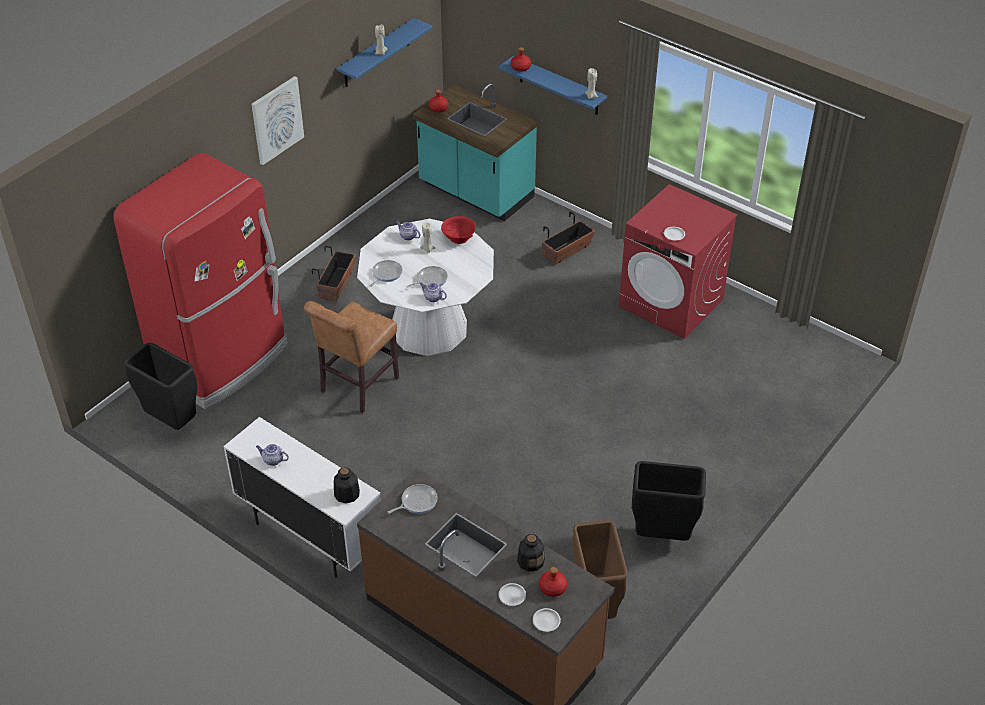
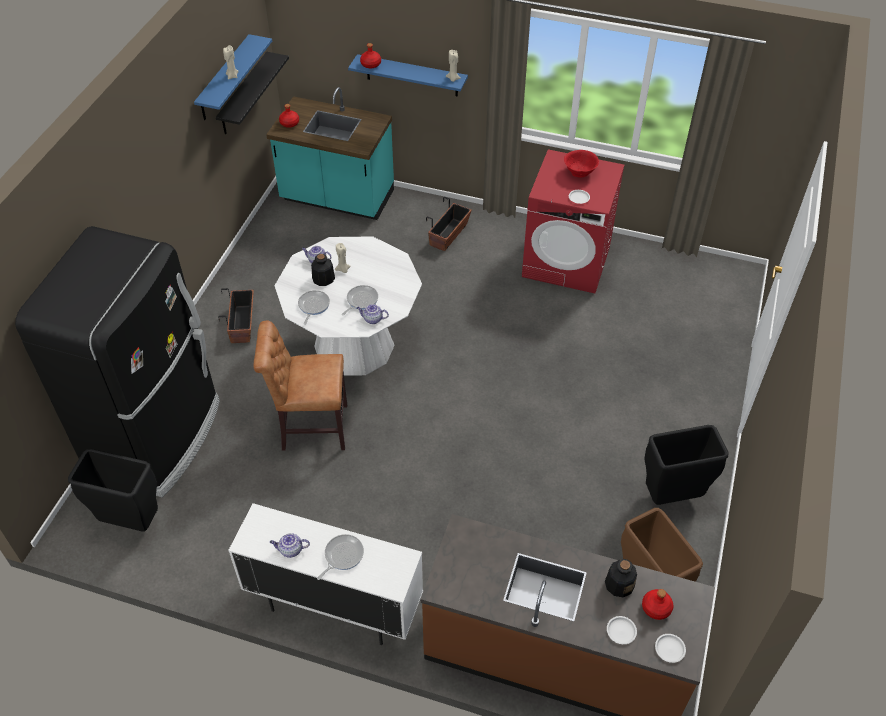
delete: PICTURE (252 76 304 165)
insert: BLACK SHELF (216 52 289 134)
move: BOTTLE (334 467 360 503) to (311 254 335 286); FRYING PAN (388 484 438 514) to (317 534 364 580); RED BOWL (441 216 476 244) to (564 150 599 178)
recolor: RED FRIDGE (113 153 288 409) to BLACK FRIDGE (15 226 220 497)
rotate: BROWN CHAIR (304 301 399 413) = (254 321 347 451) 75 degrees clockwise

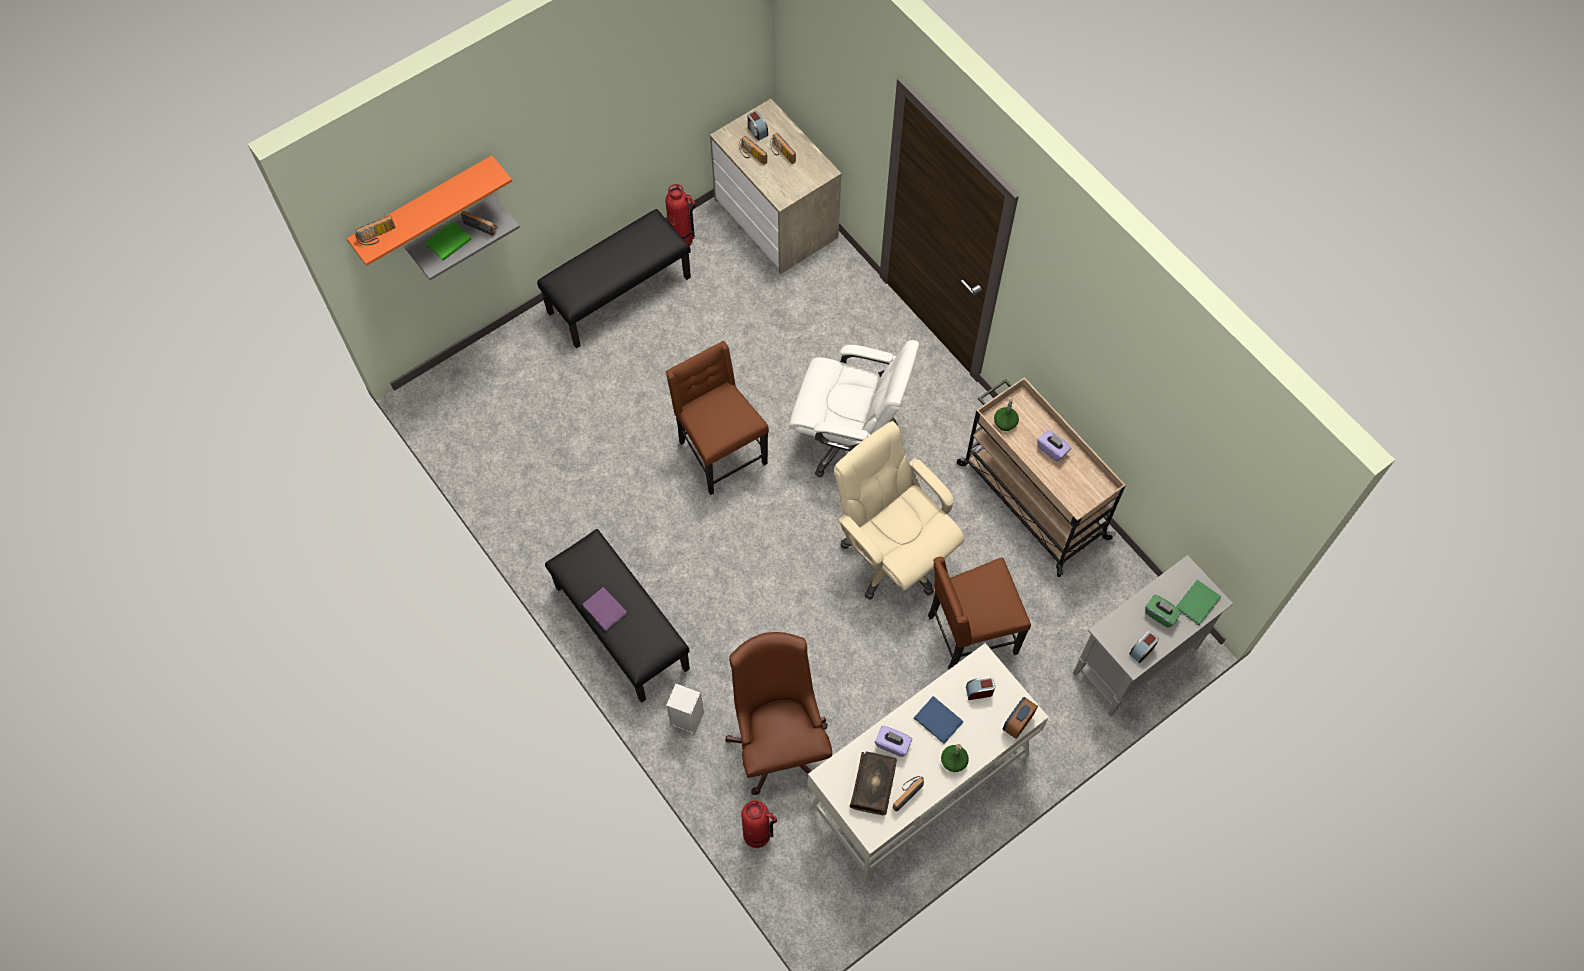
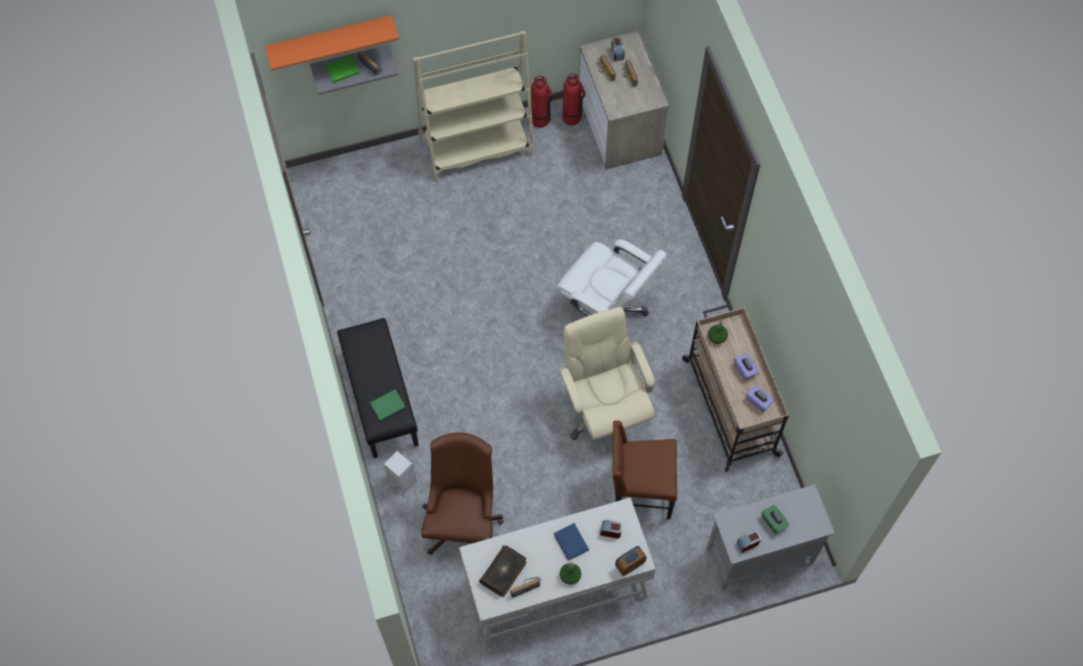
delete: RADIO (355 216 395 245); PURPLE BOOK (582 587 627 631); BROWN CHAIR (666 341 769 495)
move: FIRE EXTINGUISHER (741 800 777 848) to (562 73 585 126); PURPLE TISSUE BOX (875 726 912 757) to (746 386 774 412); GREEN BOOK (1176 579 1221 625) to (370 389 406 421)
replace: BLACK BENCH (537 209 691 348) to BEIGE BOOKCASE (413 31 535 181)

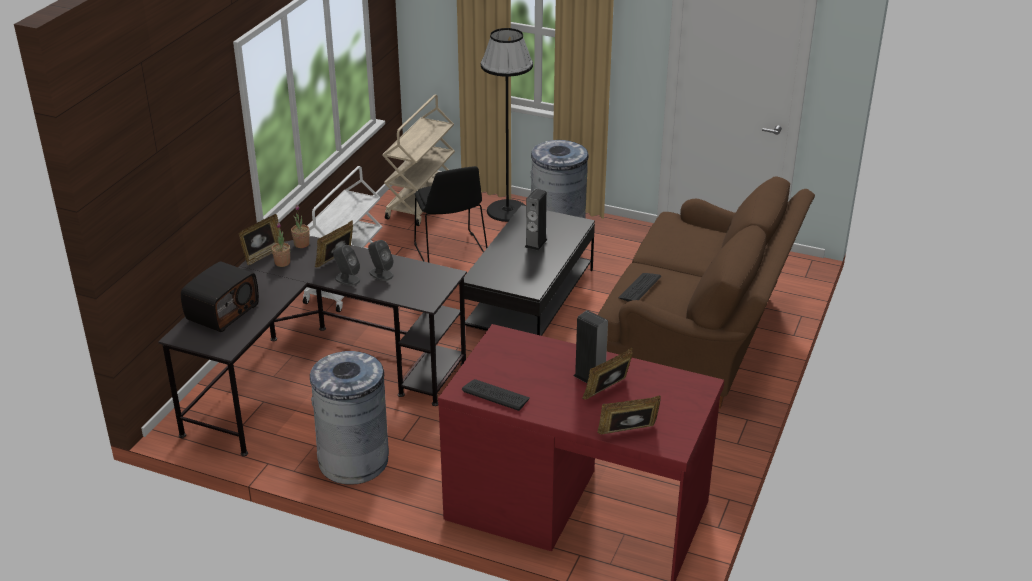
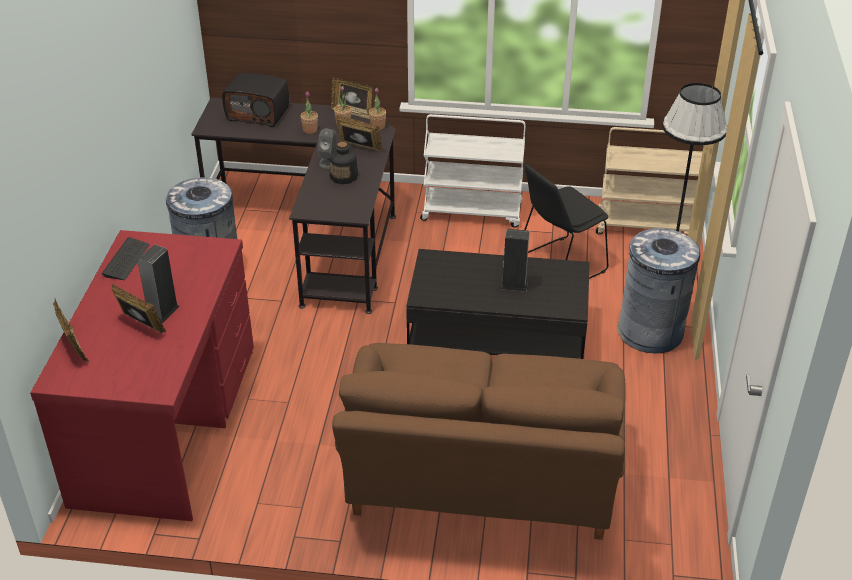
delete: KEYBOARD (618 273 661 302)
insert: POTTED PLANT (300 92 318 134)
replace: GREY SPEAKER (368 240 394 281) to BOTTLE (330 142 358 184)

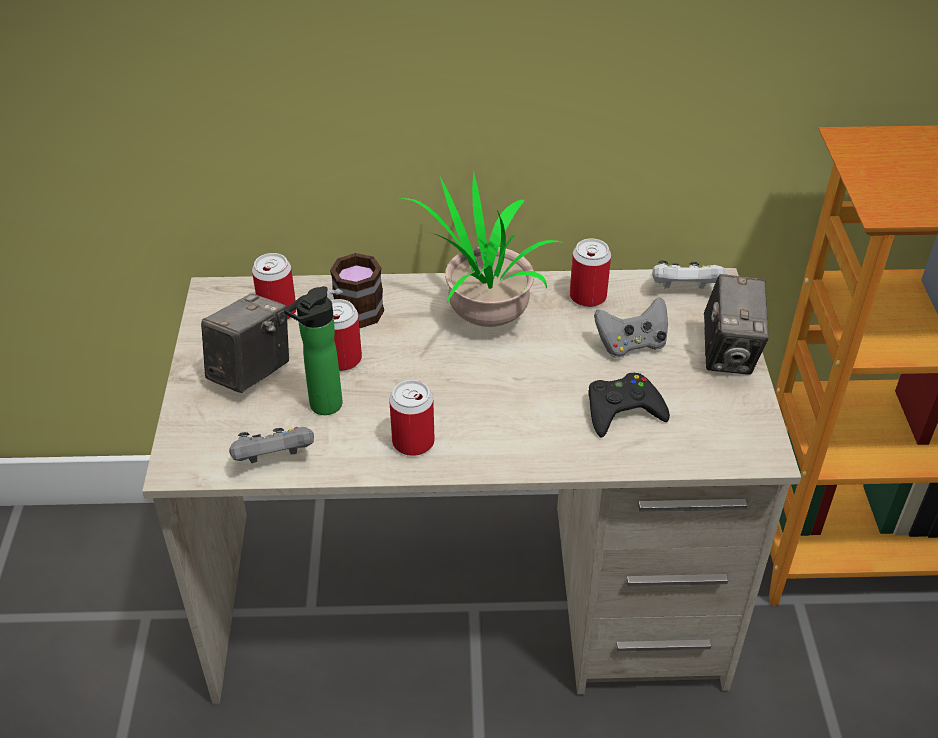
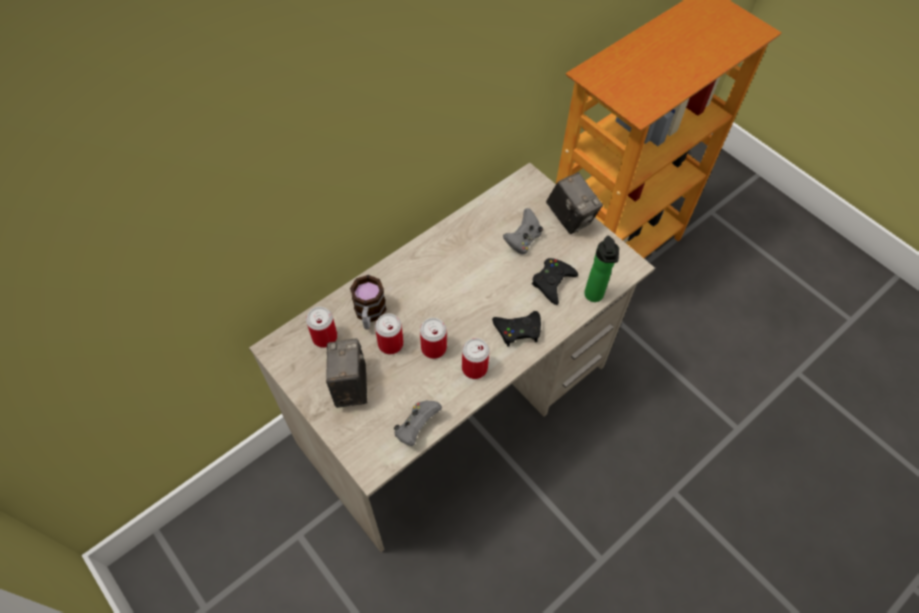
delete: POTTED PLANT (401 170 560 327); WHITE GAME CONTROLLER (652 261 725 288)
insert: BLACK GAME CONTROLLER (492 311 541 347)
move: BOTTLE (284 286 342 415) to (584 236 619 302); CAN (570 238 611 307) to (420 318 447 359)

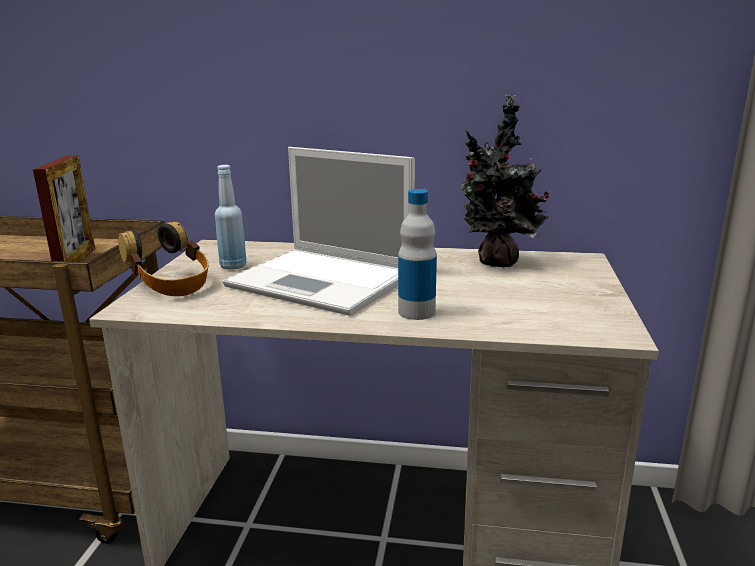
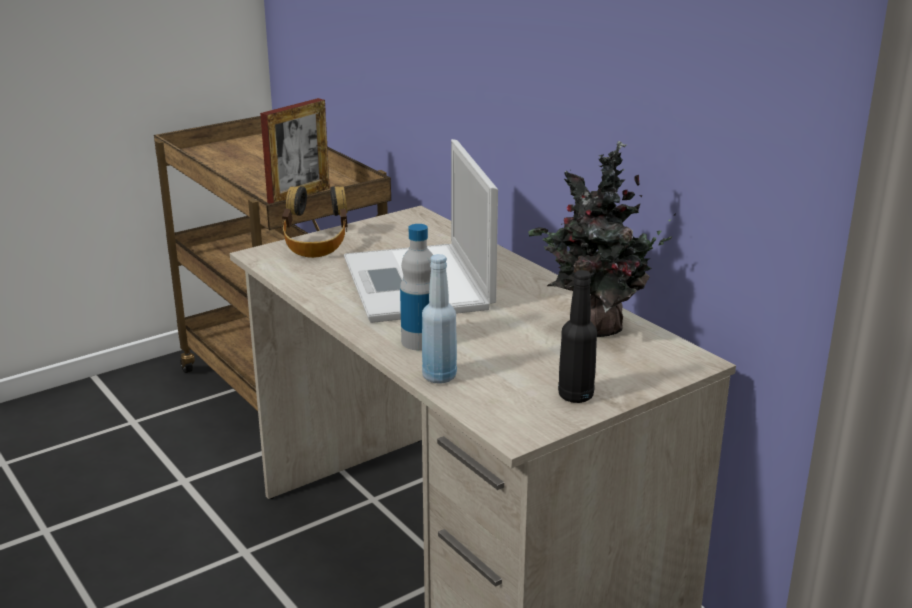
insert: BLACK BOTTLE (558 270 597 403)
move: BLUE BOTTLE (215 165 247 270) to (422 254 457 383)

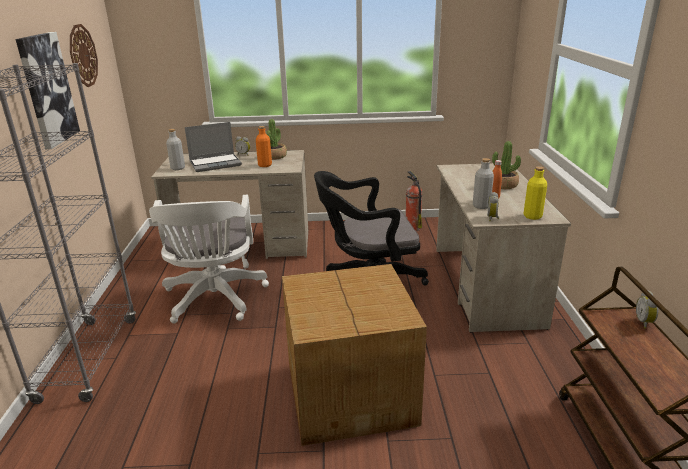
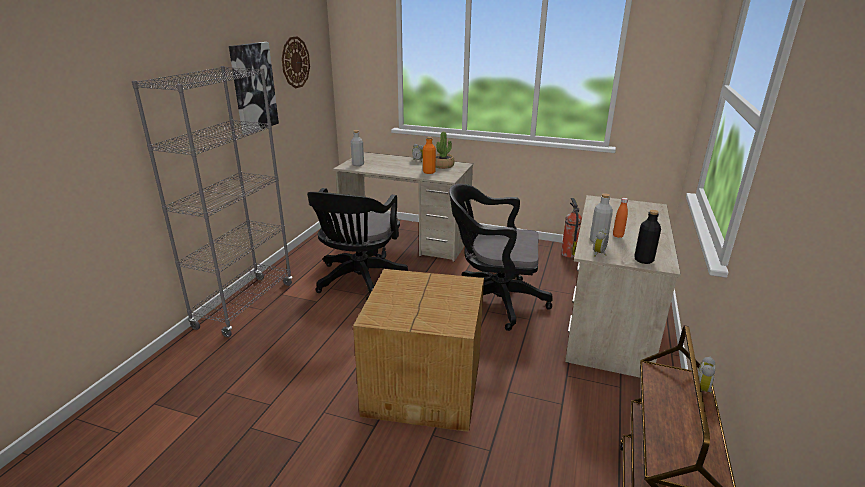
delete: LAPTOP (185 122 242 172); POTTED PLANT (492 141 521 189)
recolor: WHITE OFFICE CHAIR (149 195 269 324) to BLACK OFFICE CHAIR (307 188 408 301); YELLOW BOTTLE (523 166 547 220) to BLACK BOTTLE (634 210 661 264)

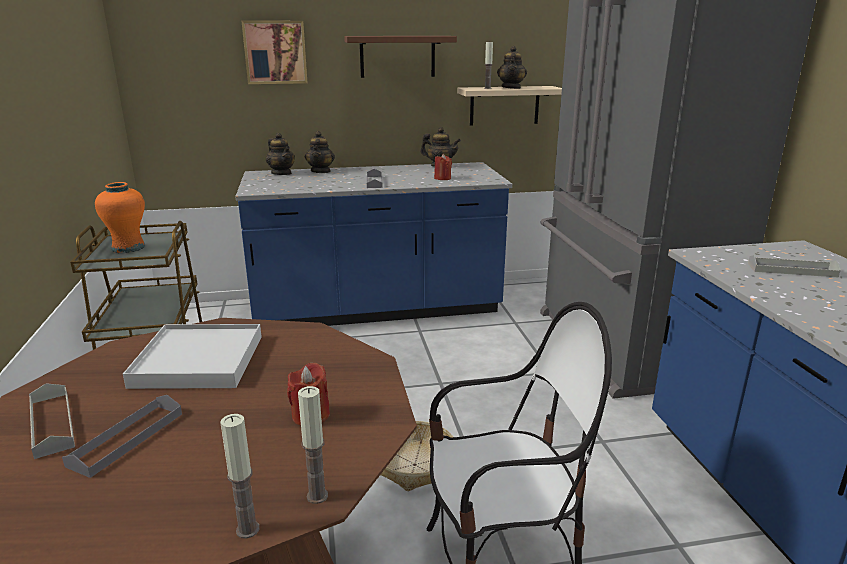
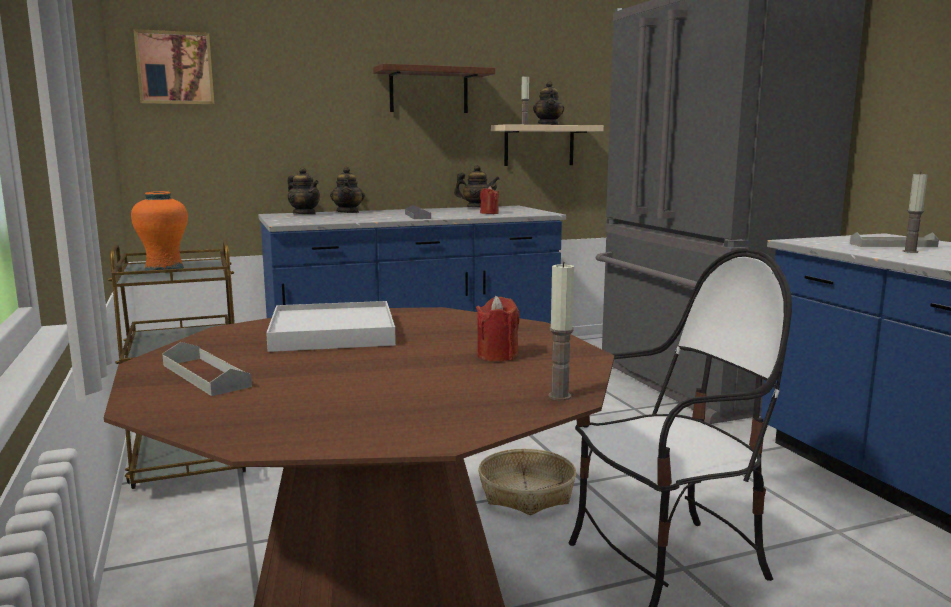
delete: GREY TRAY (62 395 182 478)
move: CANDLE (220 414 259 539) to (903 172 928 253); PICTURE (242 21 307 84) to (133 29 214 105)

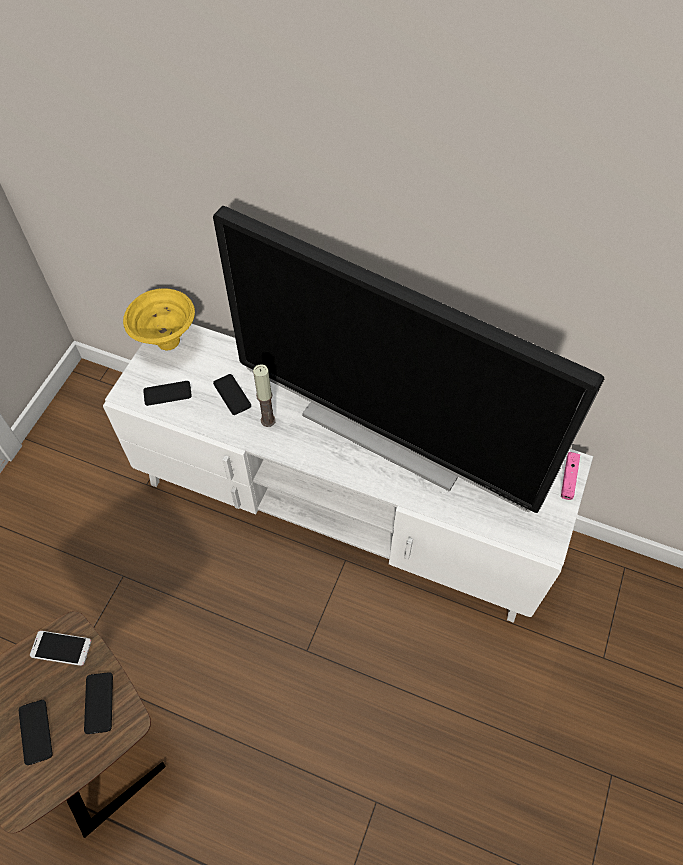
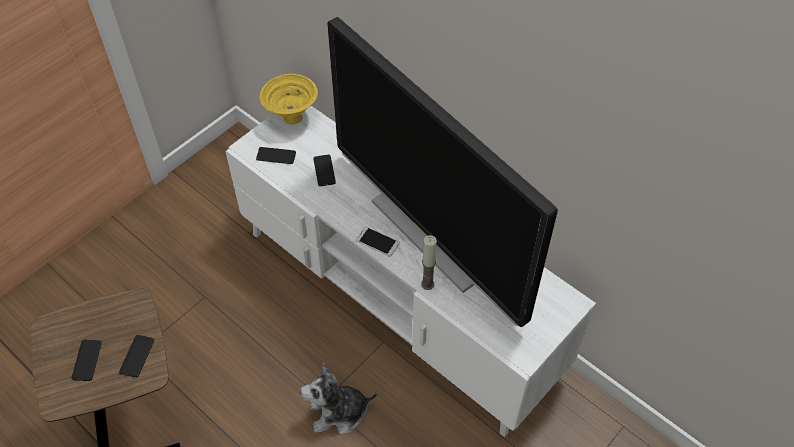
delete: PINK GAME CONTROLLER (561 452 580 500)
insert: PLUSH TOY (300 362 377 434)
move: PHONE (30 631 92 666) to (356 227 400 257); CANDLE (253 364 276 427) to (421 235 437 290)

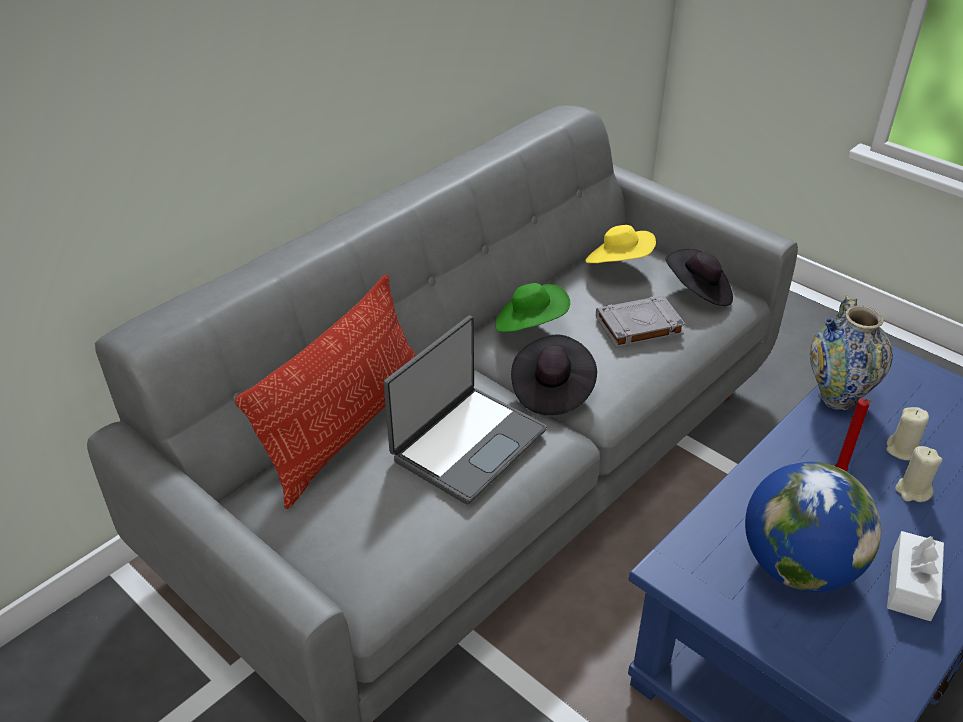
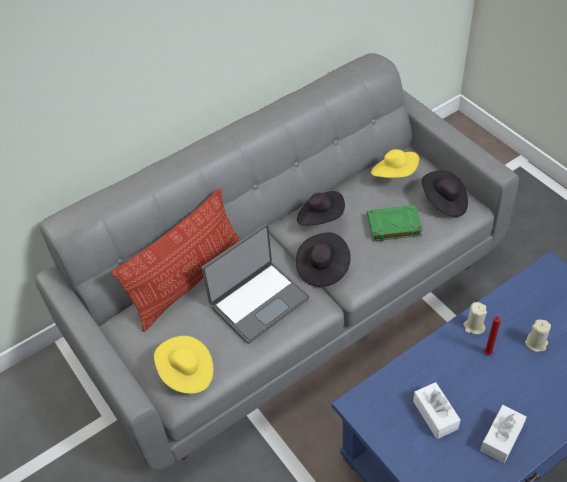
delete: VASE (810 295 893 410)
insert: YELLOW HAT (154 336 213 394)
move: BEIGE CANDLE (895 446 942 502) to (463 302 487 335)
replace: GLOBE (745 462 881 592) to WHITE TISSUE BOX (413 382 461 439)
recolor: GREEN HAT (495 283 570 332) to BLACK HAT (297 191 345 226); GREY BOOK (596 295 685 348) to GREEN BOOK (367 205 423 241)

